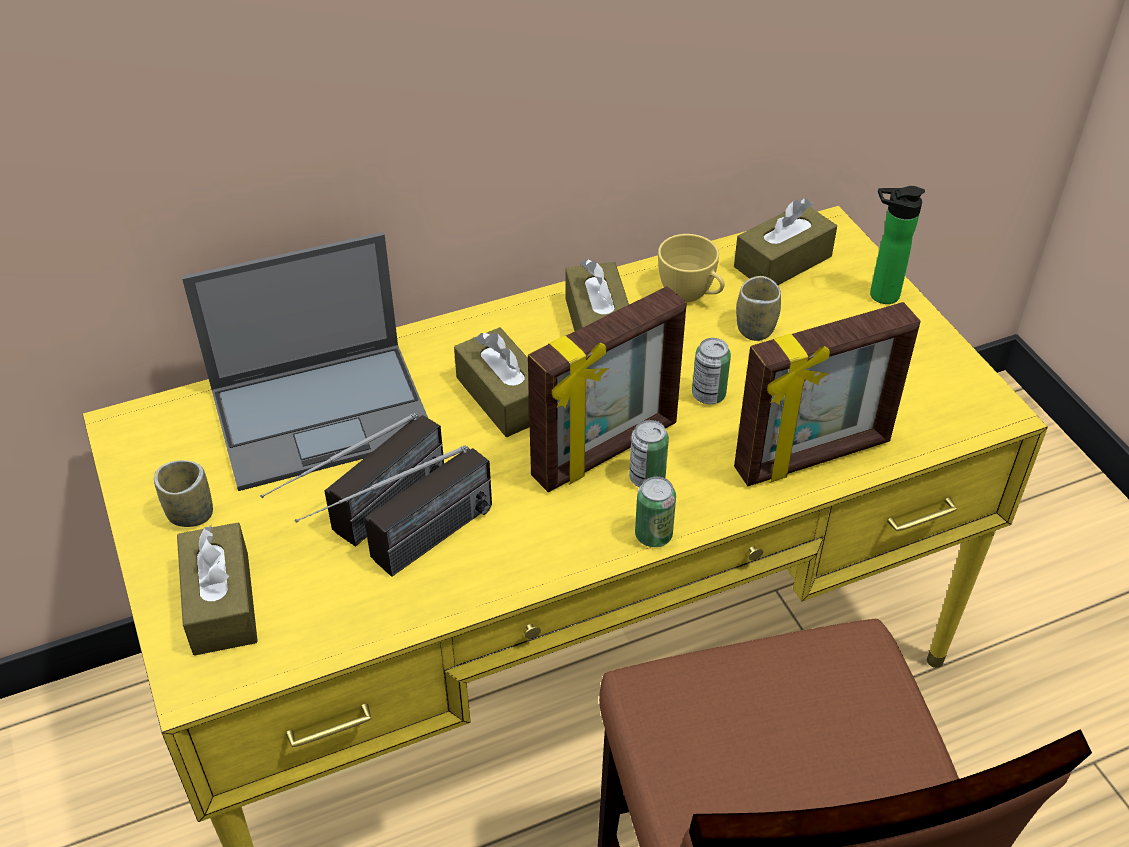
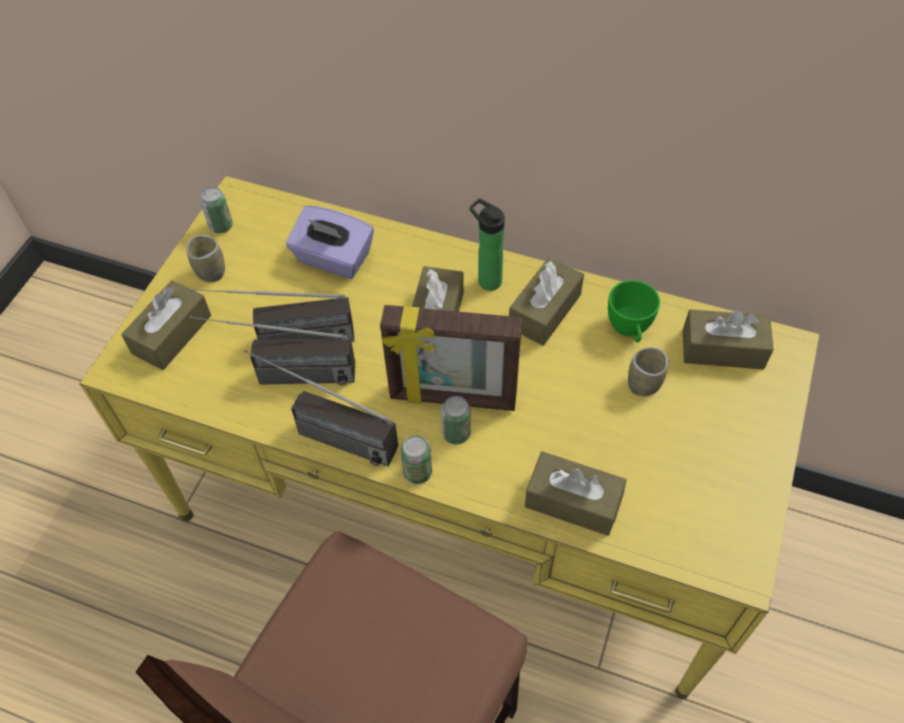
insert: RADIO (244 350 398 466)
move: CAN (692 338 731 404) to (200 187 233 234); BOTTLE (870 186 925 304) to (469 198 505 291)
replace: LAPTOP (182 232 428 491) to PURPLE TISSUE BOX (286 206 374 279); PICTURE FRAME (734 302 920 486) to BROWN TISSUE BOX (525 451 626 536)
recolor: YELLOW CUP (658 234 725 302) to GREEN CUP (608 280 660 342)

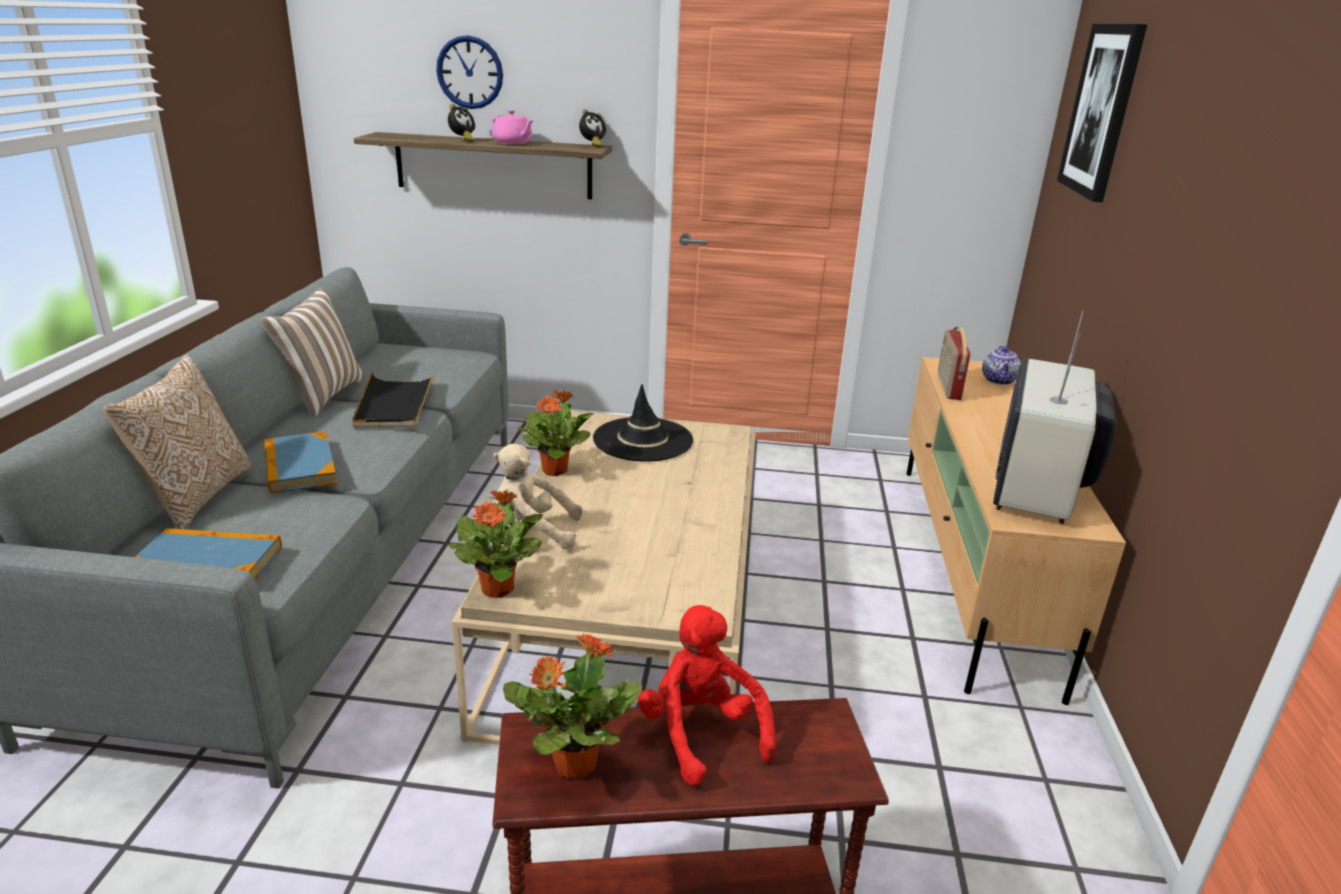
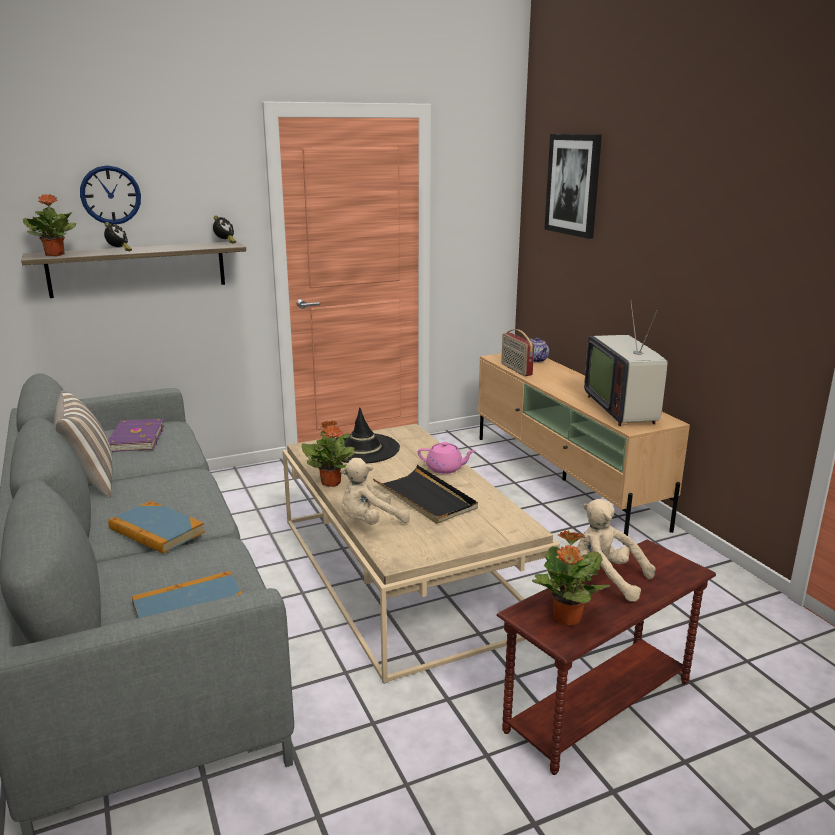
delete: PILLOW (103 355 252 529)
insert: PURPLE BOOK (108 419 164 452)
move: BLACK TRAY (352 372 436 428) to (373 465 478 524); POTTED PLANT (449 491 544 598) to (23 194 76 256); PINK TEAPOT (492 110 534 144) to (418 442 476 474)
recolor: RED PLUSH TOY (638 605 776 785) to BEIGE PLUSH TOY (577 499 655 602)

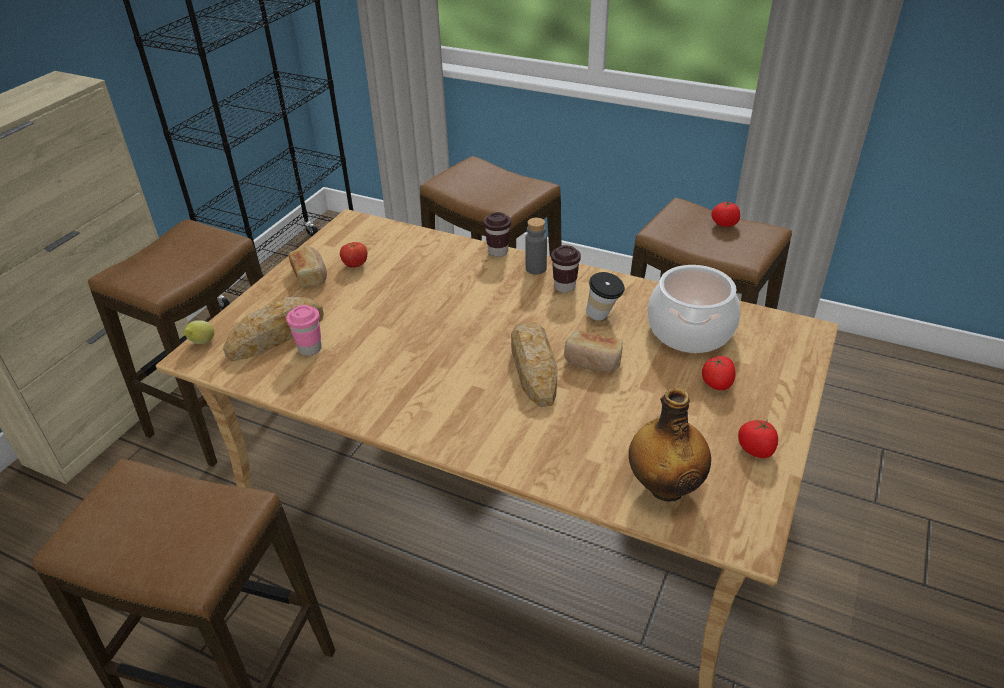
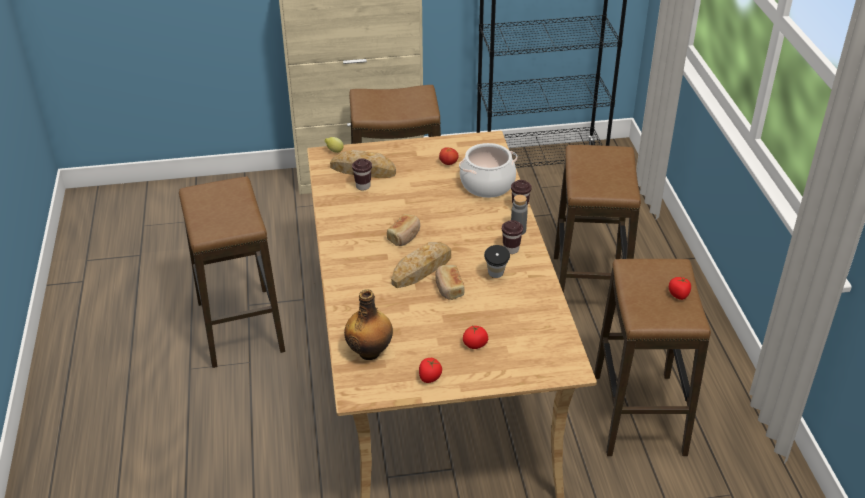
move: BREAD (289 246 327 287) to (387 214 420 246); COOKING POT (648 265 740 353) to (459 143 517 198)
recolor: PINK CUP (286 305 322 356) to BROWN CUP (352 159 372 190)

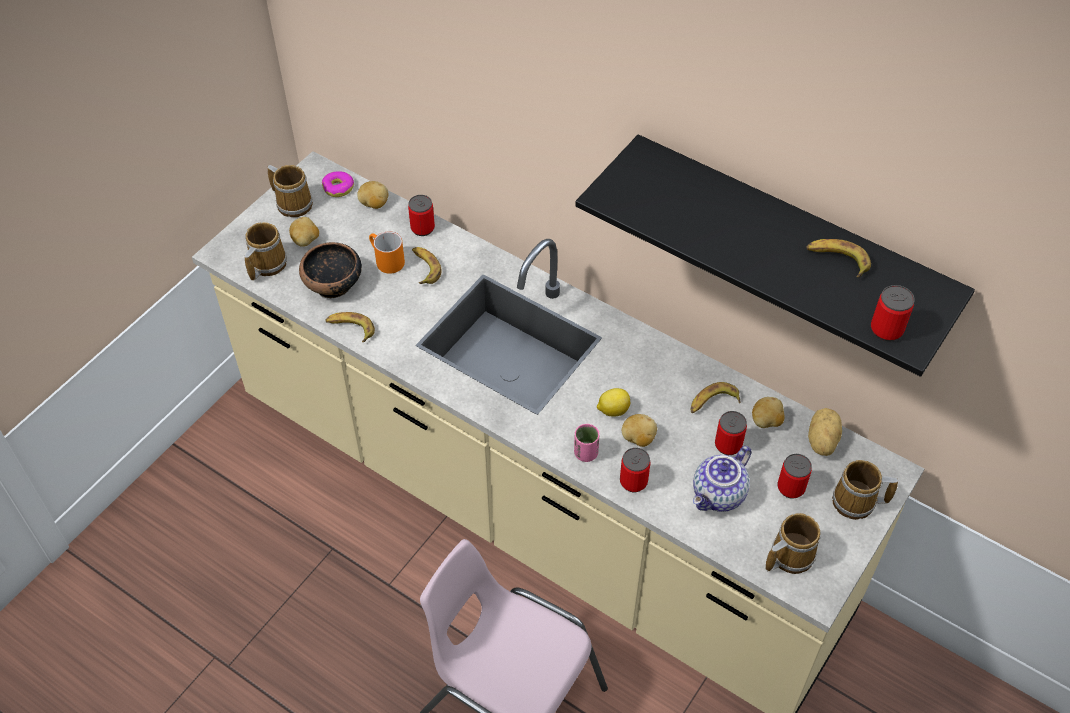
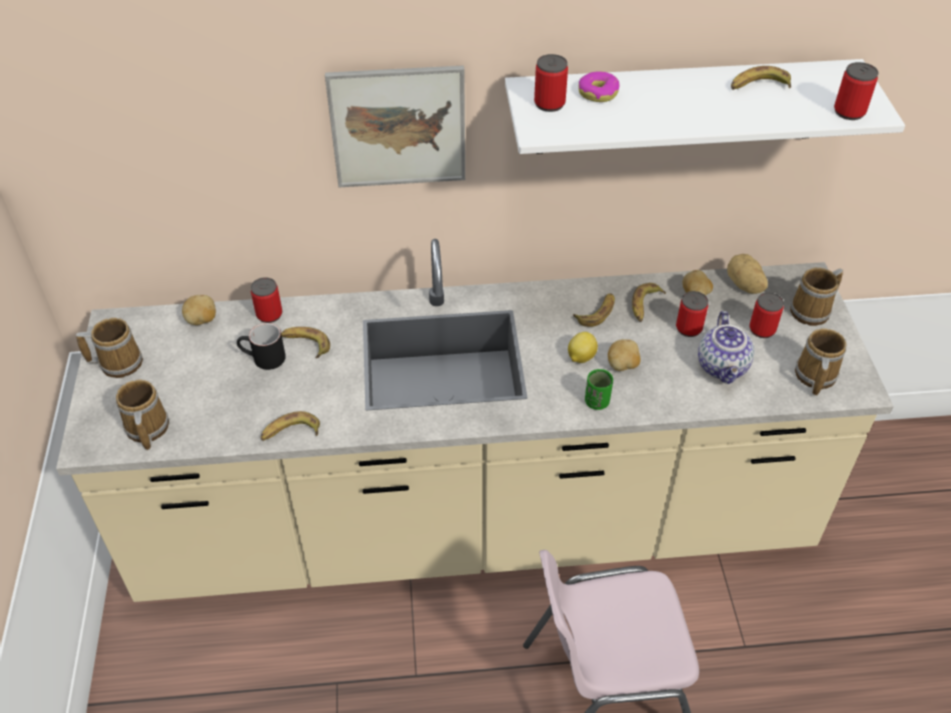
delete: POTATO (289 217 319 247); BOWL (299 242 362 298)
insert: PICTURE (325 65 465 187); BANANA (573 293 615 327)
move: DONUT (322 171 354 197) to (579 71 619 102); CAN (620 448 650 492) to (534 54 568 112)
recolor: ORANGE MUG (369 231 405 274) to BLACK MUG (237 323 286 370); PINK CUP (574 424 599 462) to GREEN CUP (585 369 613 410); BLACK SHELF (575 134 975 377) to WHITE SHELF (505 59 905 154)

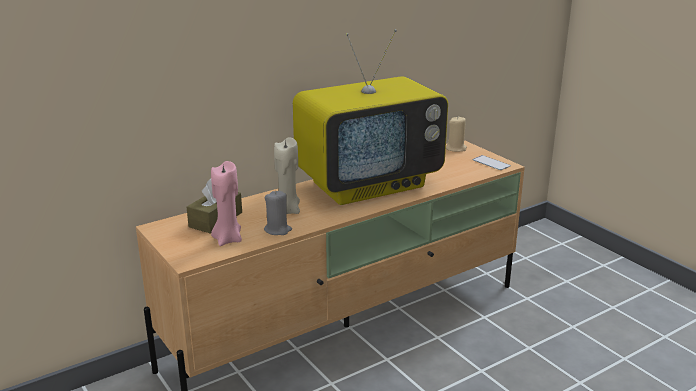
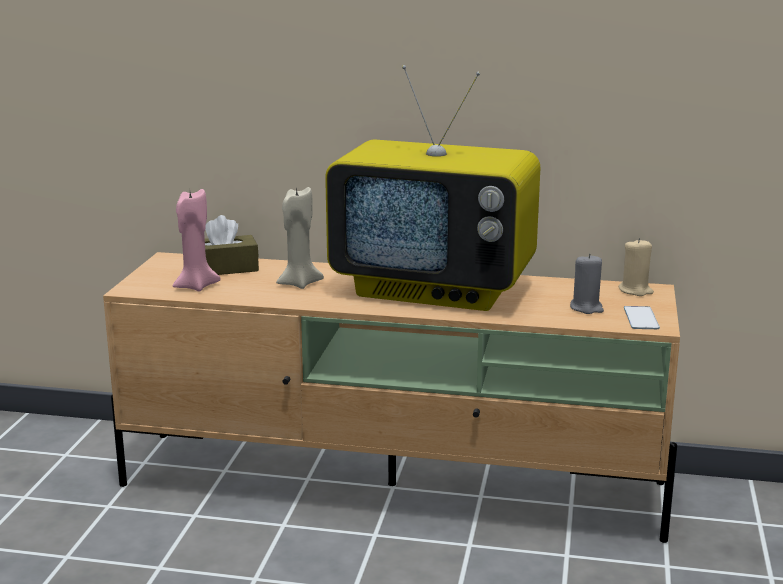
move: GREY CANDLE (264 191 292 235) to (570 253 604 314)

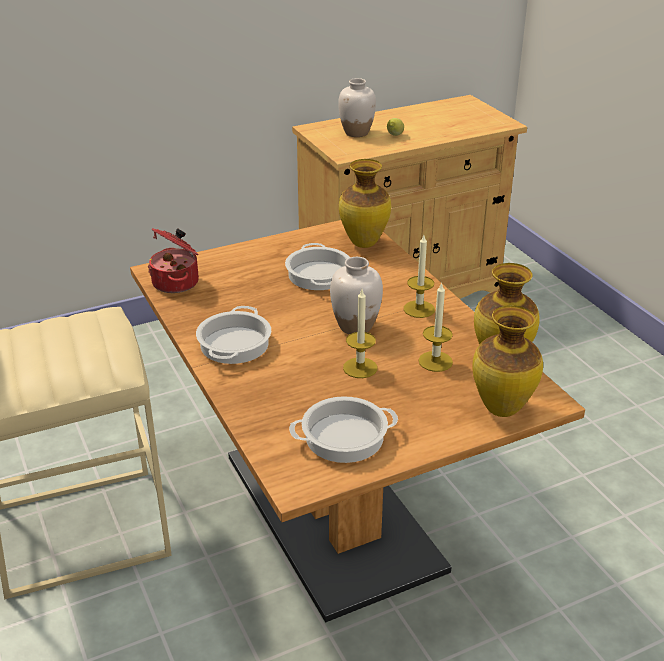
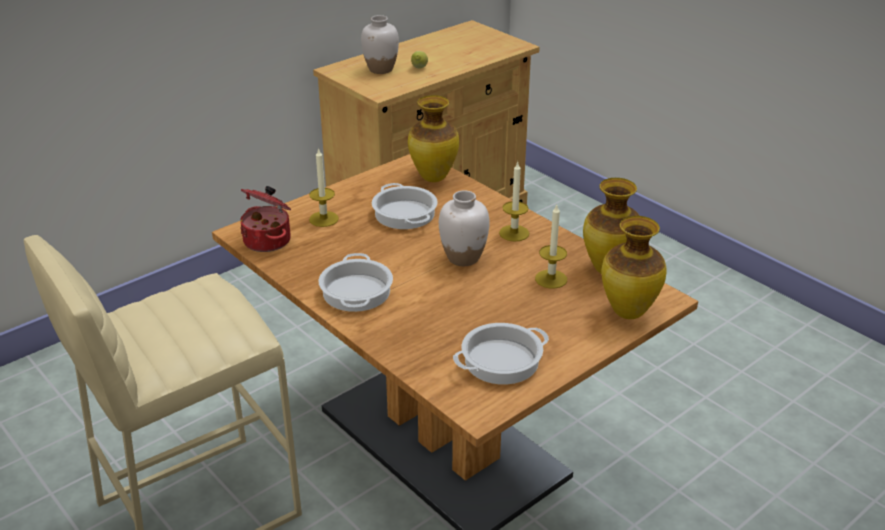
move: CANDLE (343 290 377 378) to (309 148 339 227)

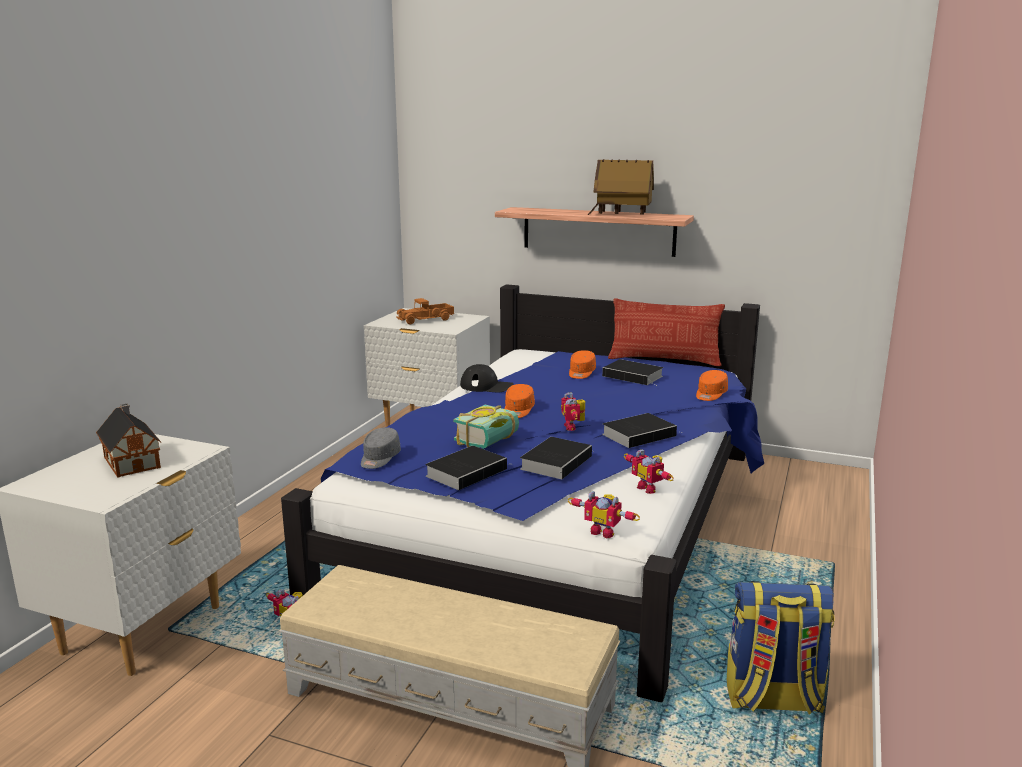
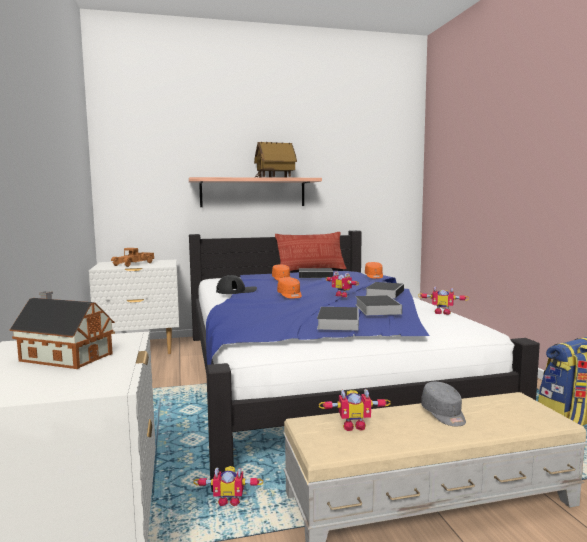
delete: BOOK (454 405 519 449)
move: GREY CAP (361 427 401 469) to (421 382 466 426); TOY ROBOT (567 491 640 538) to (319 389 391 431)

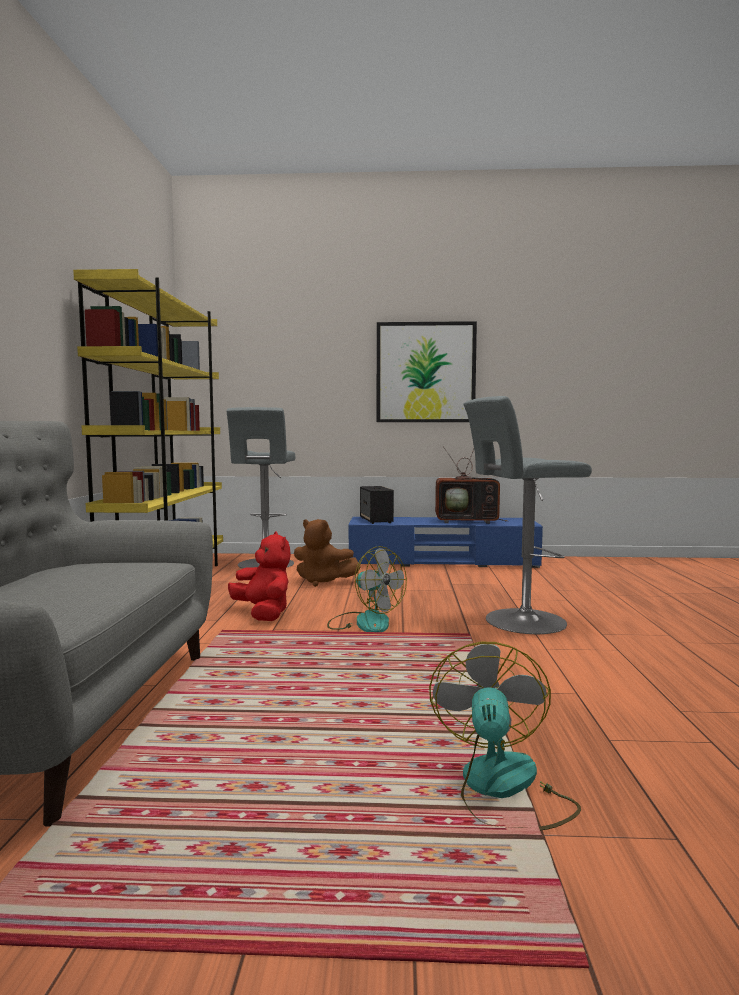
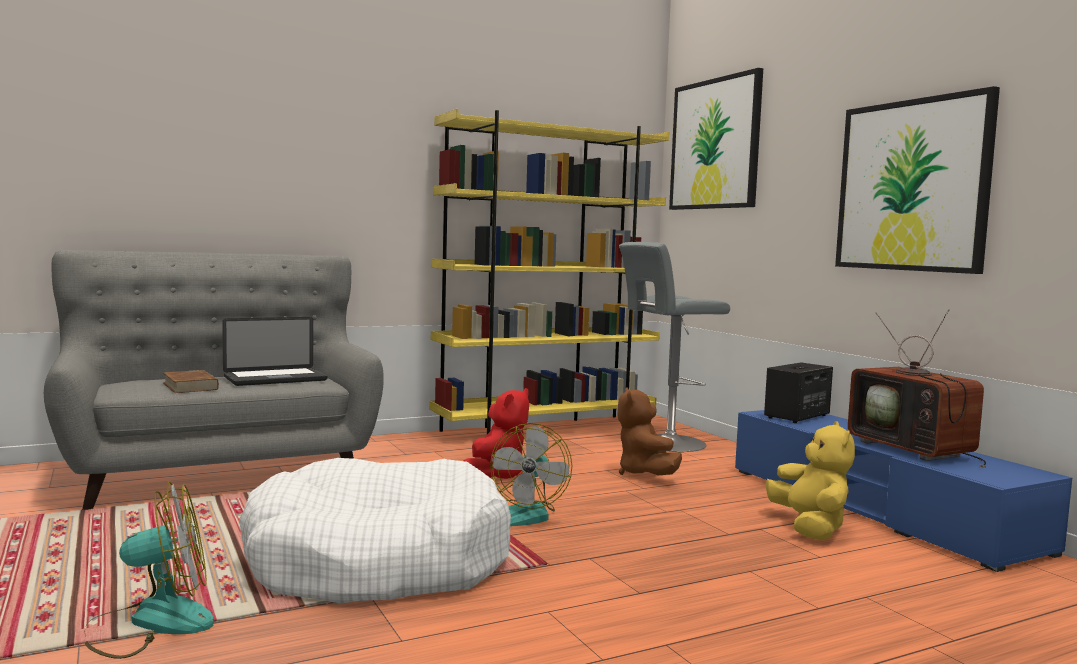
delete: GREY STOOL (463 396 592 634)
insert: BROWN BOOK (163 370 219 393); LAPTOP (222 317 327 386); WHITE DOG BED (239 458 511 604); PICTURE (669 68 763 210); YELLOW PLUSH TOY (766 421 855 540)

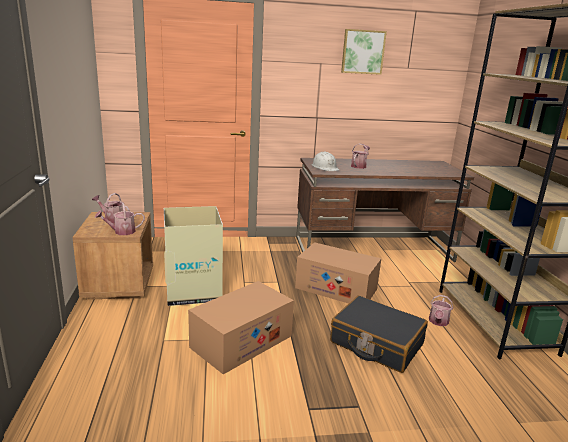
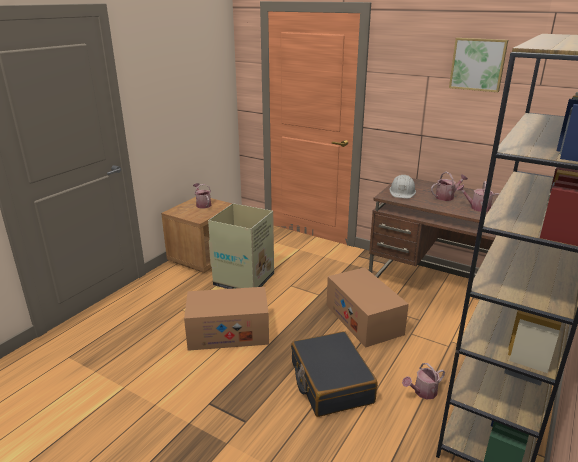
move: WATERING CAN (94 203 145 235) to (457 181 500 212)

